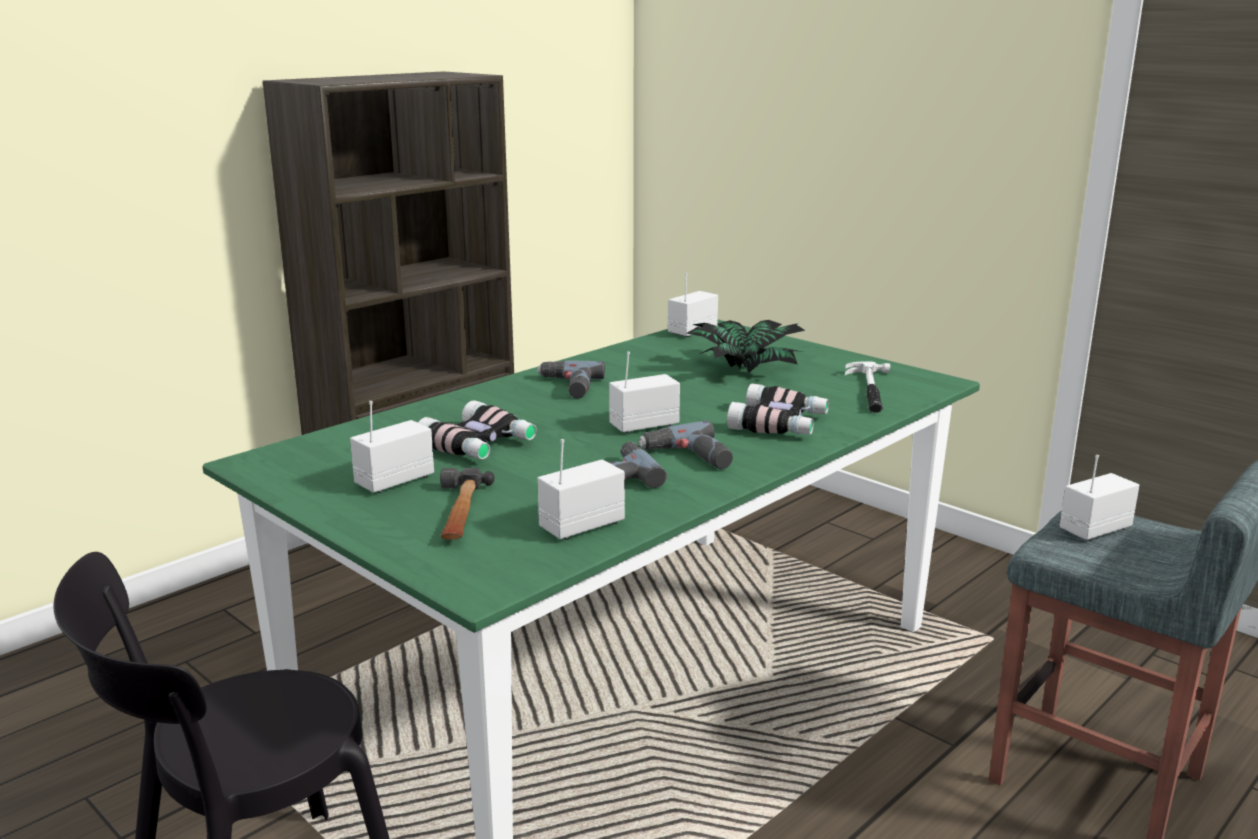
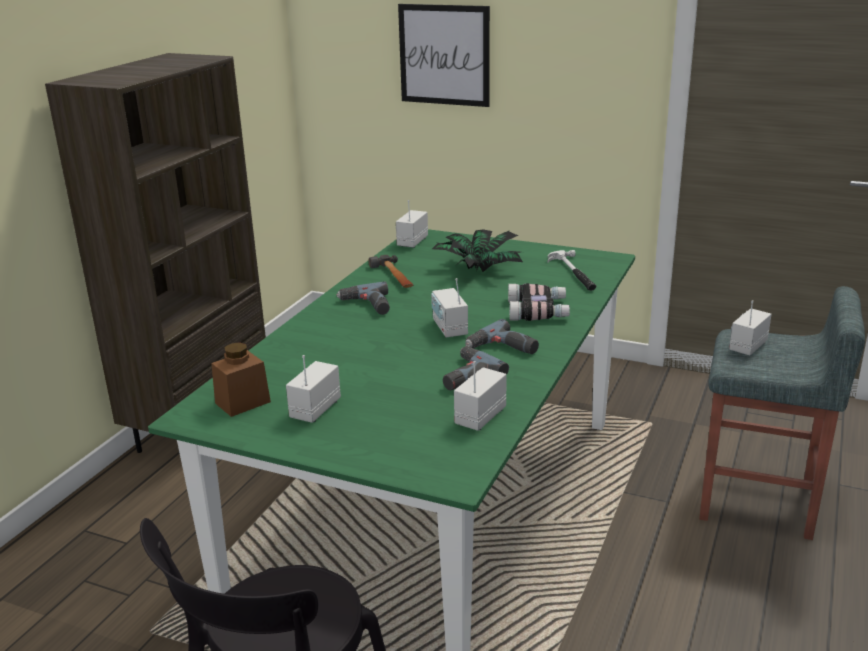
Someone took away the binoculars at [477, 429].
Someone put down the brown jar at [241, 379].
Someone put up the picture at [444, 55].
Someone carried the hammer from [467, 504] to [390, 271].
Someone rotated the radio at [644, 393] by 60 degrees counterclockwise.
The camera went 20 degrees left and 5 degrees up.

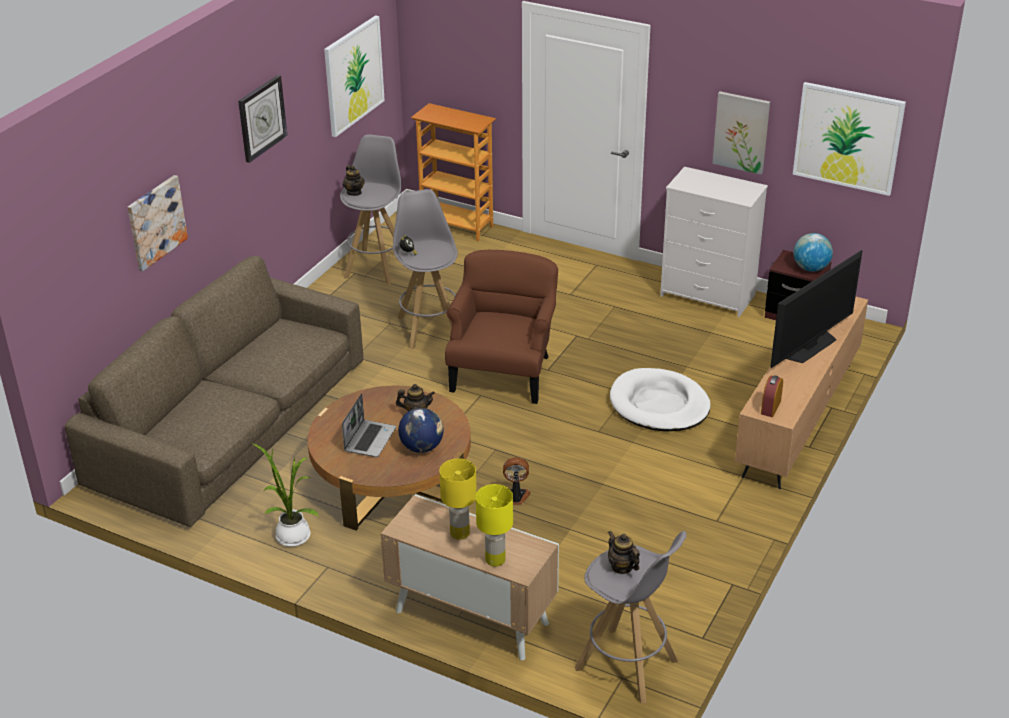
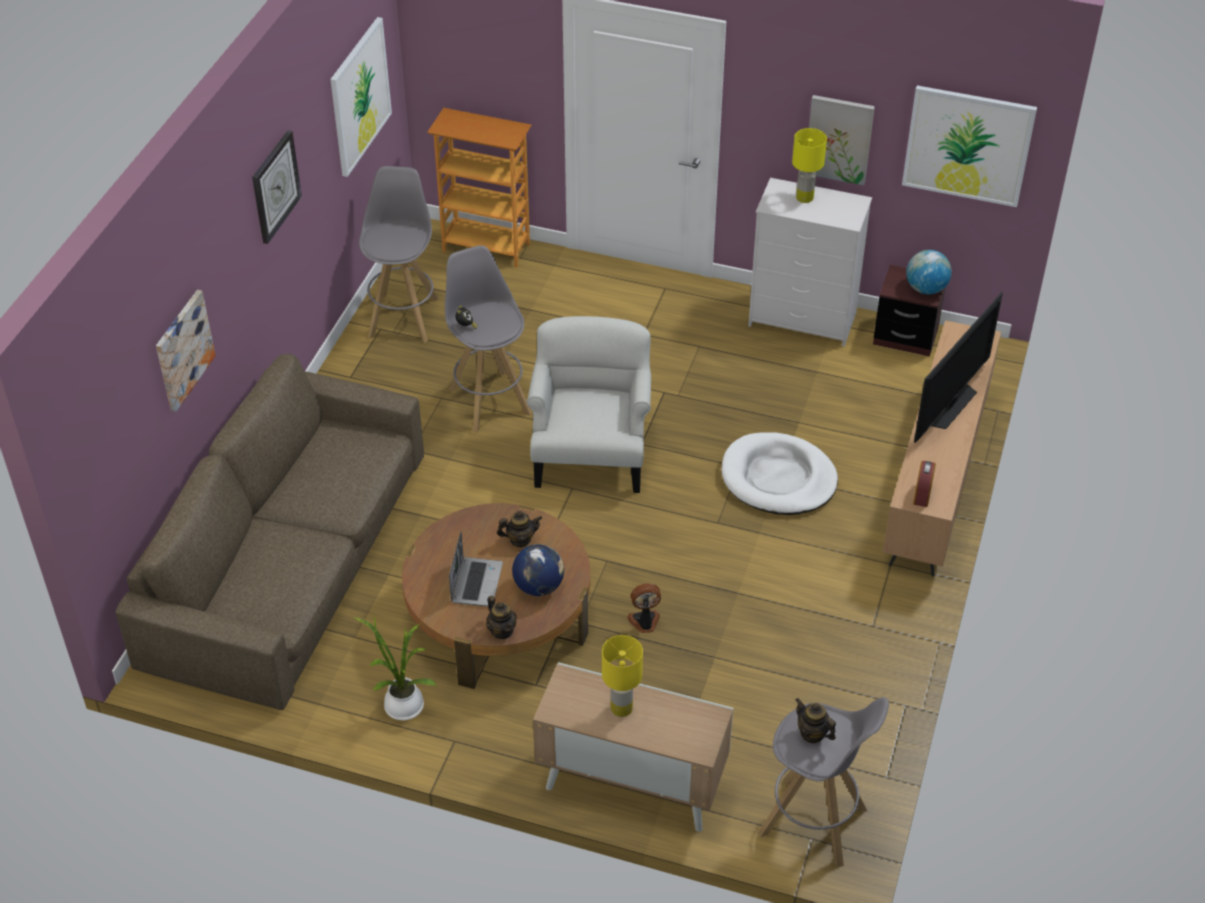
Someone carried the teapot from [354, 180] to [501, 617].
Someone carried the yellow table lamp from [494, 525] to [809, 165].
Someone repainted the brown armchair at [501, 327], which became the white armchair at [589, 404].
The camera went 10 degrees left and 10 degrees up.

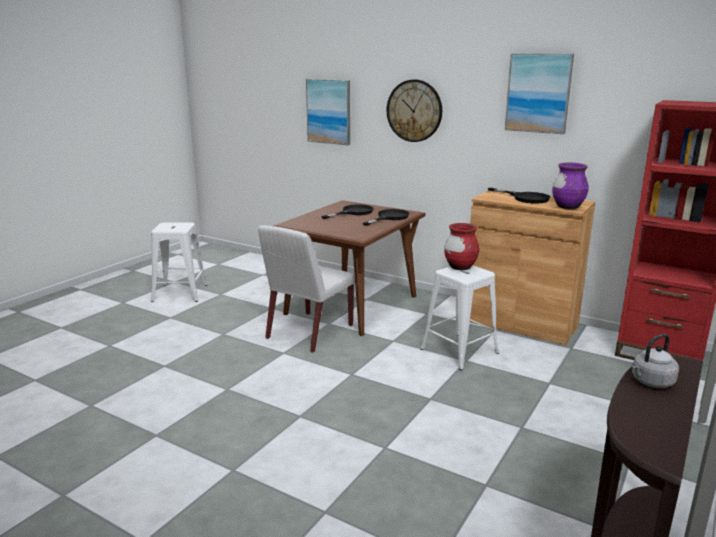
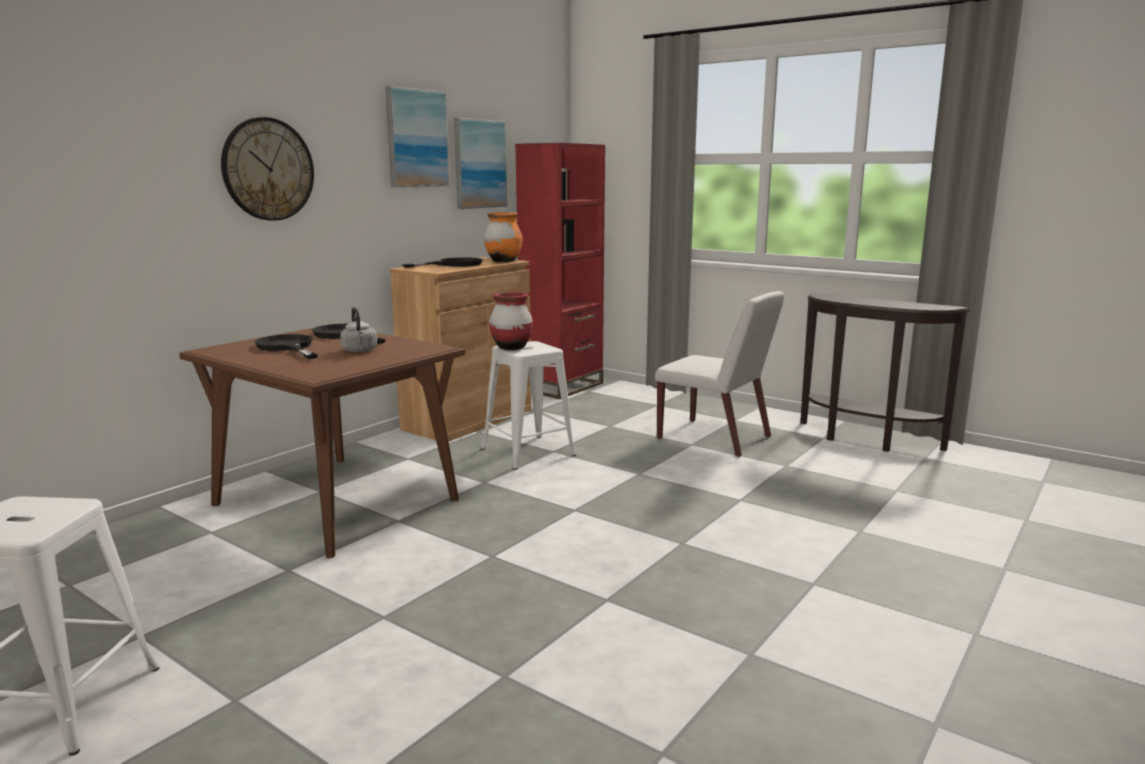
Someone carried the white chair from [306, 289] to [719, 374].
Someone carried the picture from [328, 112] to [481, 163].
Someone carried the grey kettle from [655, 361] to [358, 329].
Someone repainted the purple vase at [570, 186], which became the orange vase at [503, 237].
The camera went 85 degrees left and 5 degrees down.

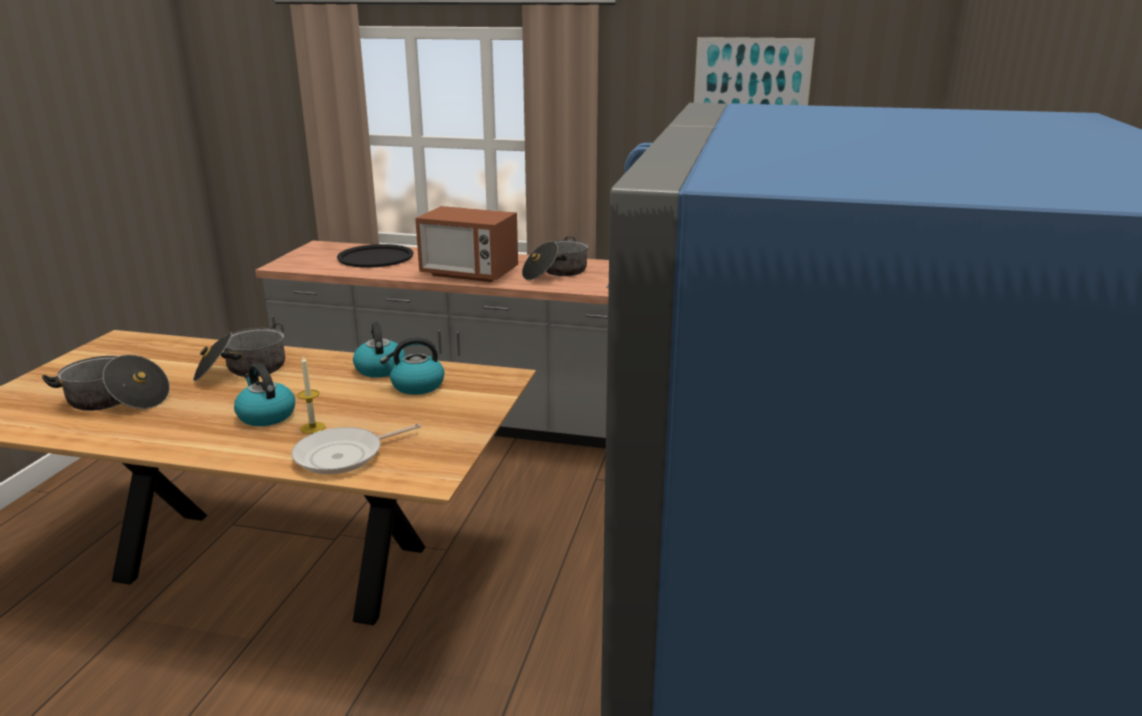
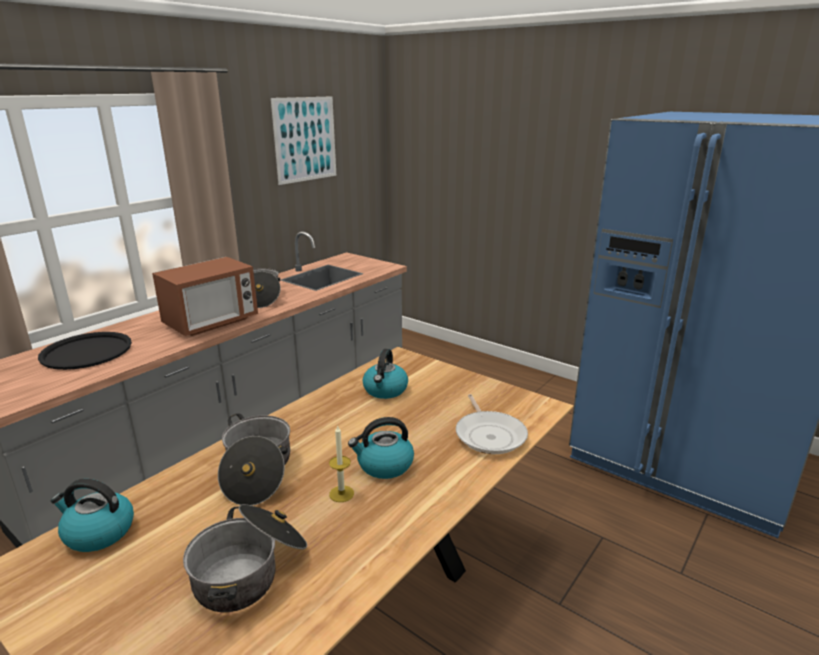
Someone carried the candle from [311, 395] to [341, 463].
Someone carried the kettle from [379, 350] to [92, 515].
The camera went 65 degrees left and 0 degrees up.

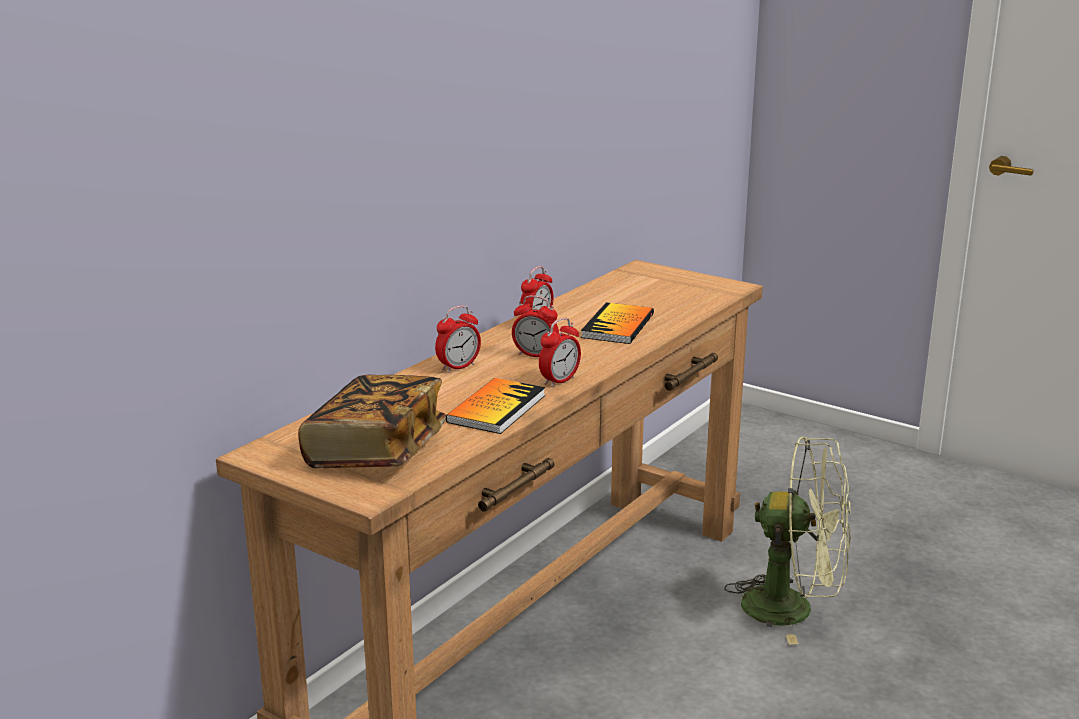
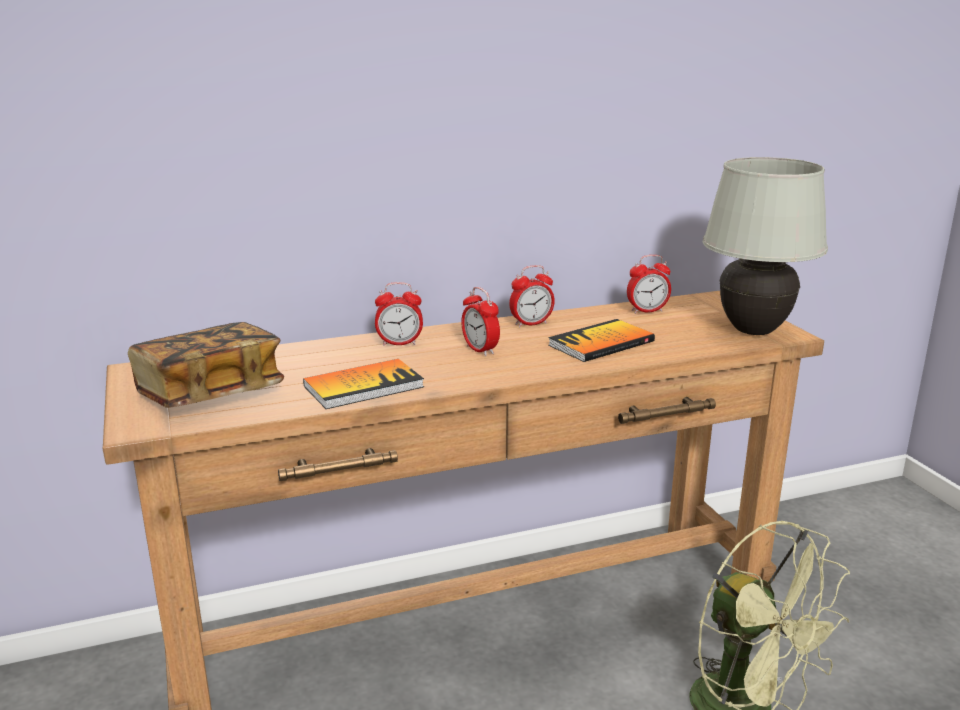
Someone put down the white table lamp at [765, 246].
Someone carried the alarm clock from [560, 352] to [649, 284].
The camera went 35 degrees right and 0 degrees up.

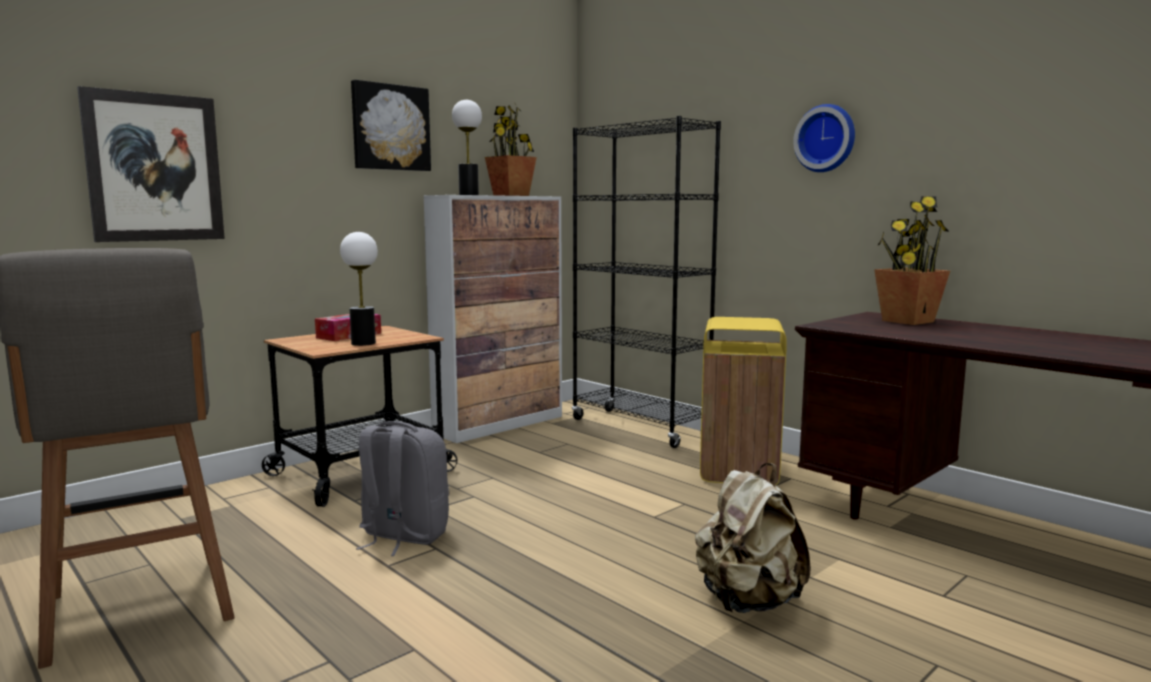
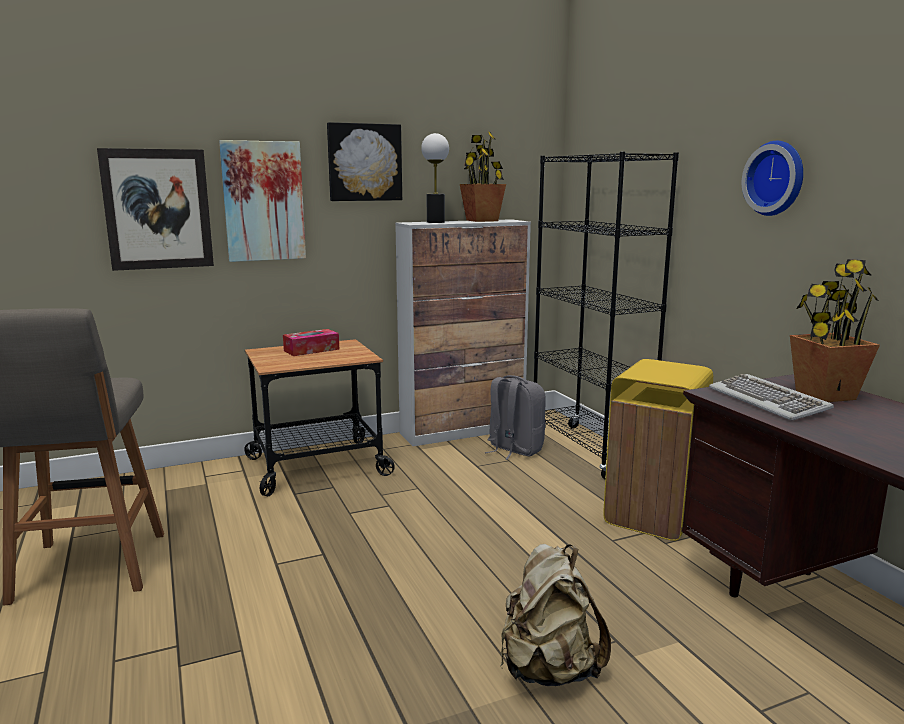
Someone took away the table lamp at [359, 289].
Someone put up the picture at [262, 201].
Someone put down the keyboard at [771, 397].
Someone carried the grey backpack from [402, 488] to [515, 417].
The camera went 20 degrees right and 5 degrees up.

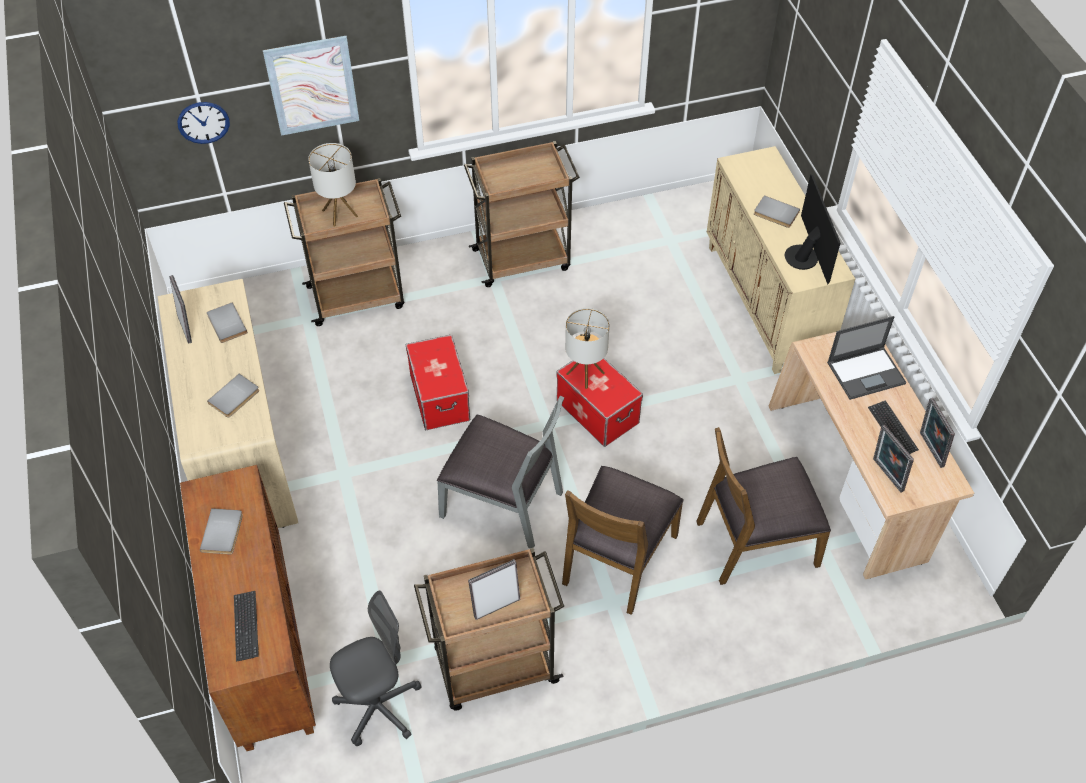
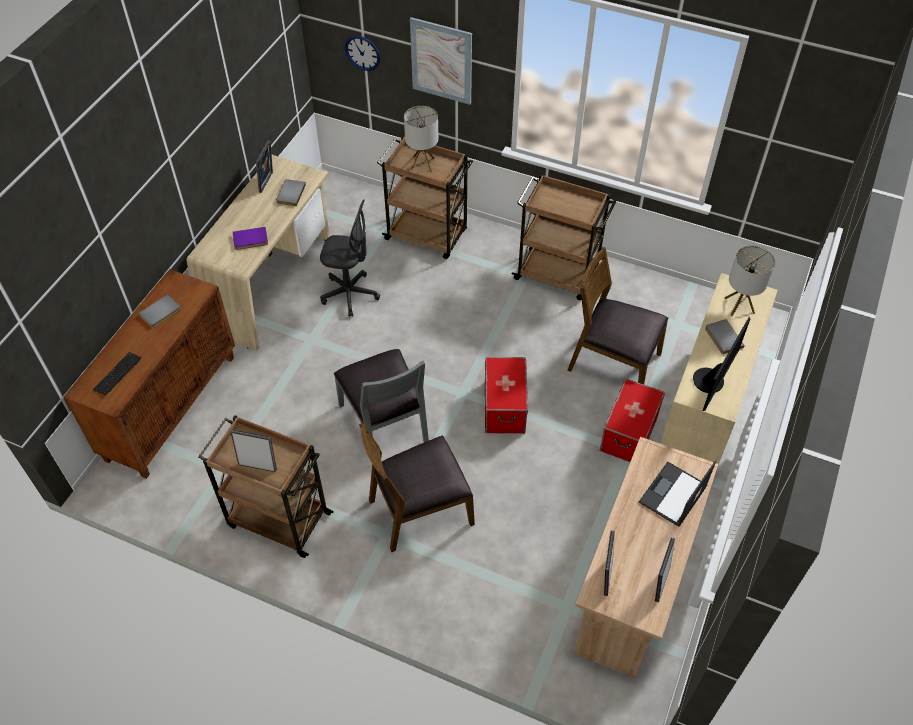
Someone took away the keyboard at [893, 427].
Someone carried the grey office chair from [376, 668] to [350, 258].
Someone carried the storage box from [438, 382] to [632, 420].
Someone carried the table lamp from [587, 348] to [749, 280].
Someone carried the brown chair from [763, 506] to [618, 315].
Someone repainted the grey book at [233, 396], which became the purple book at [250, 238].
Someone rotated the laptop at [866, 358] by 105 degrees clockwise.
The camera went 40 degrees right and 0 degrees up.

